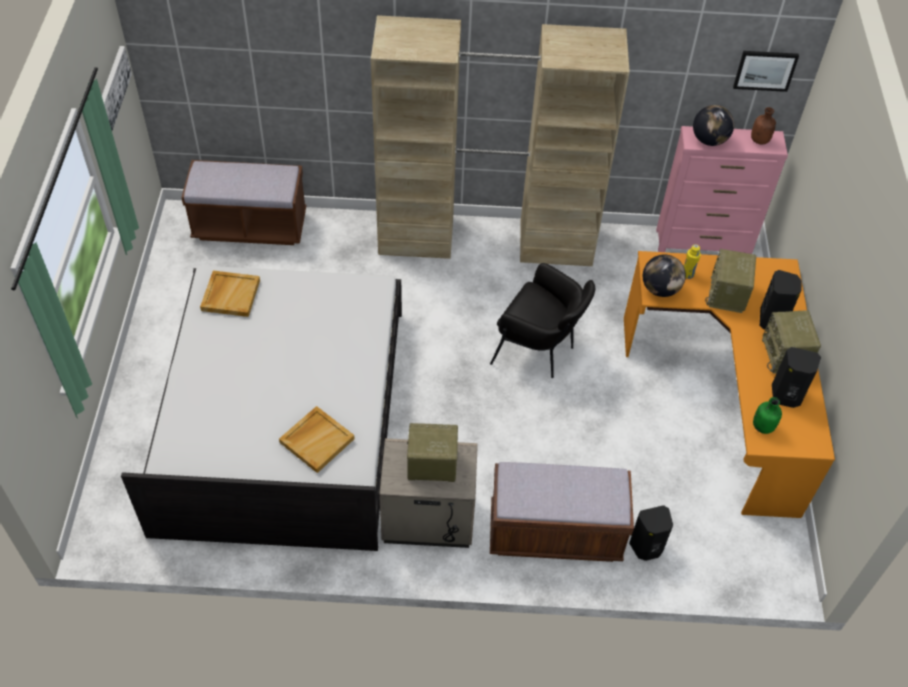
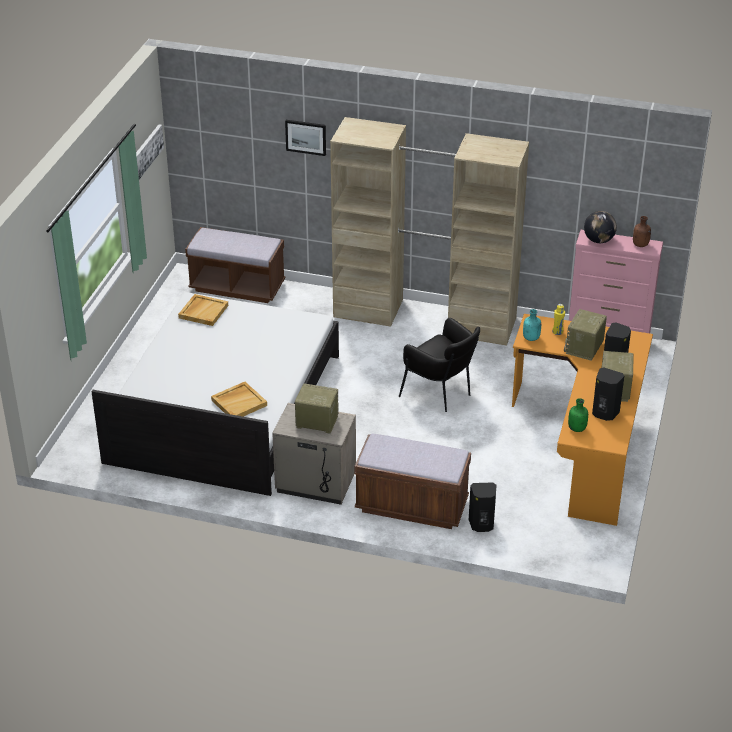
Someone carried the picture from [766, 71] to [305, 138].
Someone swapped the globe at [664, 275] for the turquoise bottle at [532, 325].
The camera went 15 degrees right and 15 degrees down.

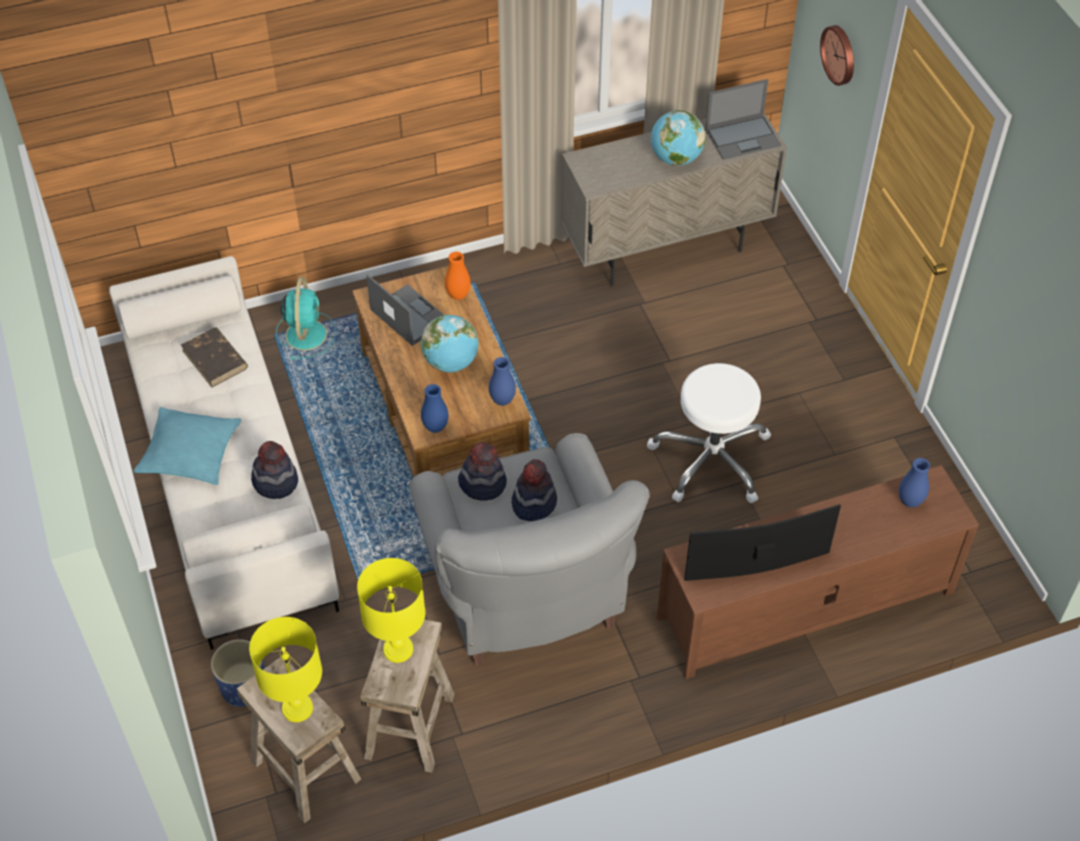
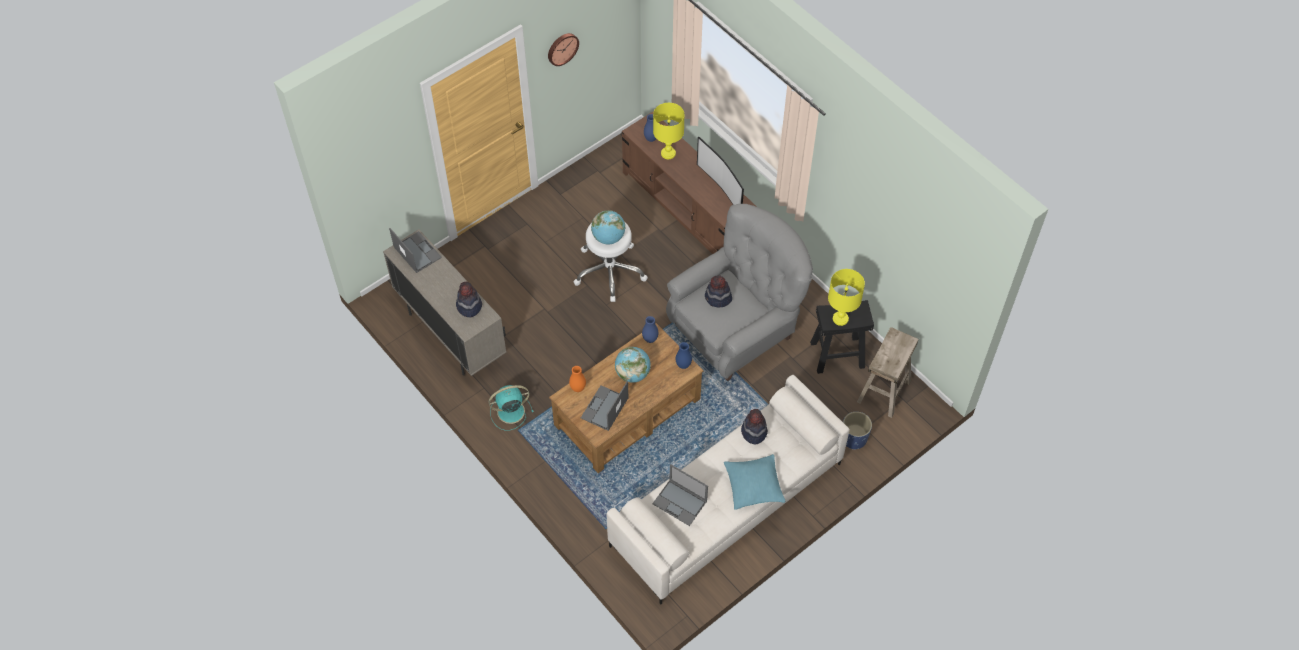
Someone carried the yellow table lamp from [285, 669] to [668, 131].
Someone carried the turquoise fan from [306, 318] to [511, 408].
Someone carried the hat from [482, 471] to [469, 300].
Someone carried the globe from [678, 138] to [608, 227].
Someone carried the wall clock from [837, 55] to [563, 49].
Someone swapped the brown book at [214, 357] for the laptop at [680, 495].
Someone repainted the beige stool at [407, 692], which became the black stool at [842, 337].
The camera went 110 degrees left and 5 degrees up.

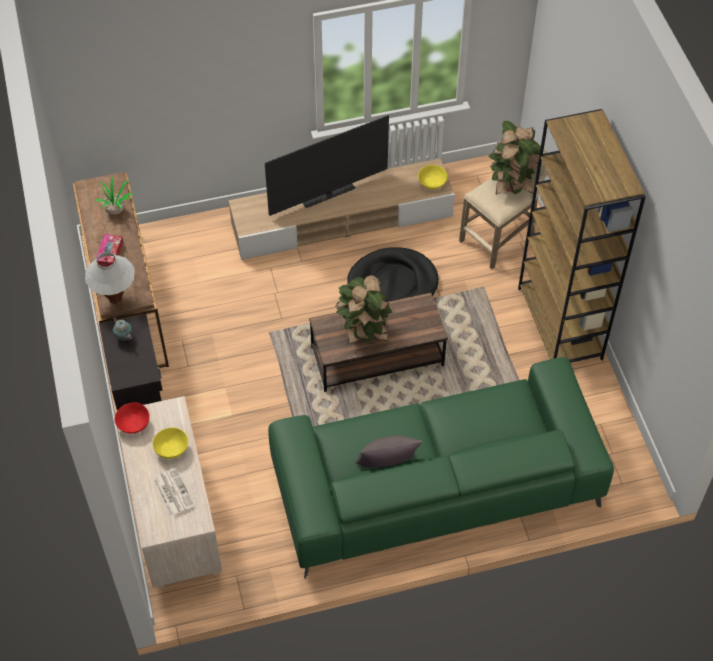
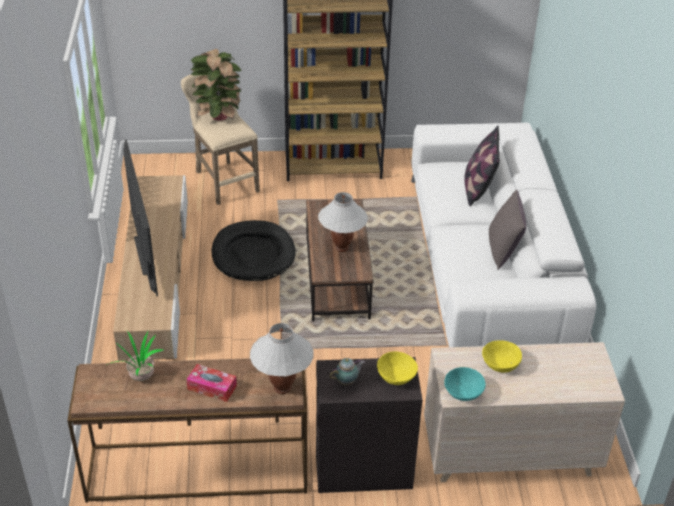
Someone took away the newspaper at [174, 492].
Someone put down the pillow at [482, 166].
Someone carried the yellow bowl from [432, 177] to [397, 368].
Someone swapped the potted plant at [364, 309] for the white table lamp at [343, 222].
Someone repainted the red bowl at [132, 418], which became the turquoise bowl at [465, 384].
Someone repainted the green sofa at [441, 468], which became the white sofa at [503, 235].
The camera went 80 degrees left and 15 degrees down.

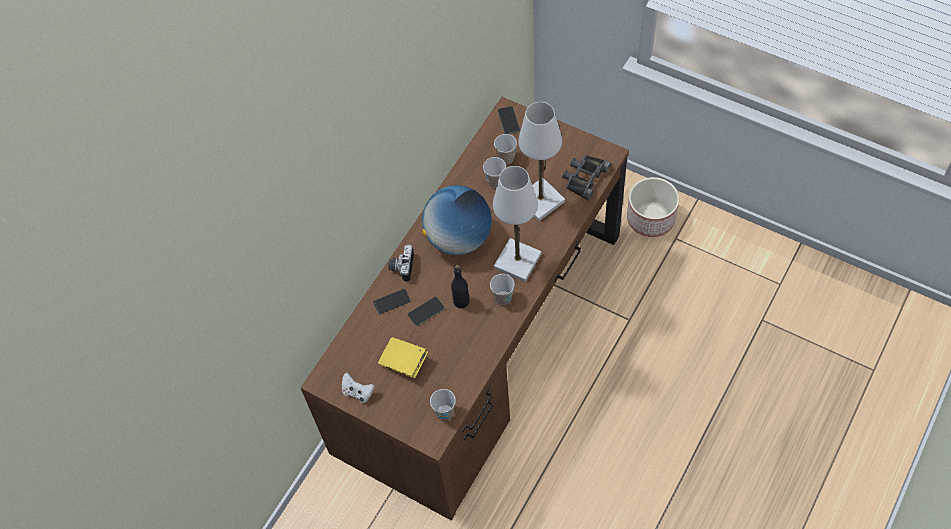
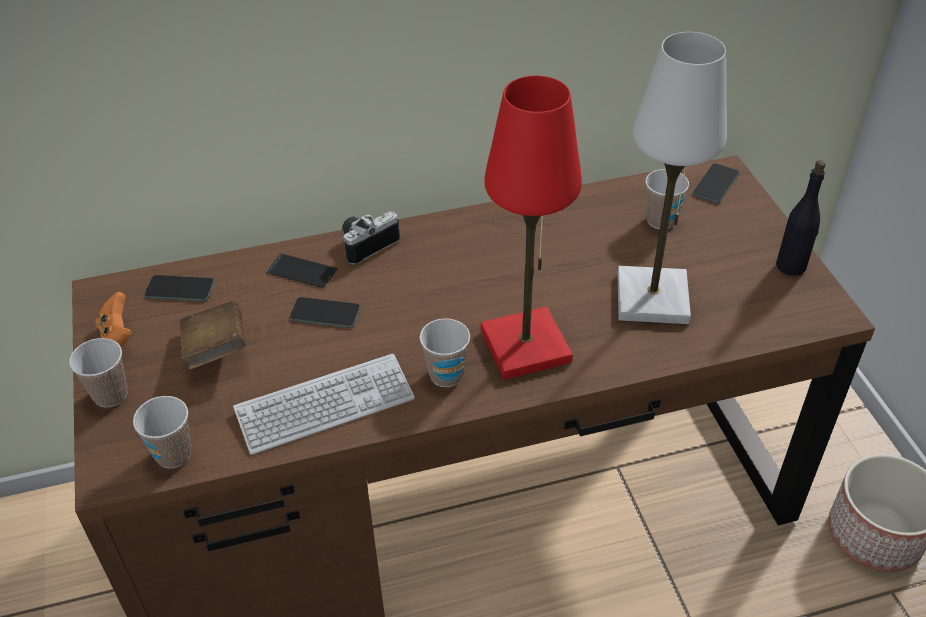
Someone took away the globe at [457, 220].
Someone took away the black binoculars at [586, 177].
Someone put down the phone at [179, 288].
Someone put down the keyboard at [324, 404].
Someone carried the black bottle from [460, 286] to [801, 218].
Someone carried the cup from [494, 172] to [98, 373].
Someone repainted the white game controller at [358, 388], which became the orange game controller at [113, 320].
Someone repainted the yellow book at [403, 357], which became the brown book at [212, 335].
Someone repainted the white table lamp at [517, 224], which became the red table lamp at [531, 227].
The camera went 40 degrees right and 15 degrees down.

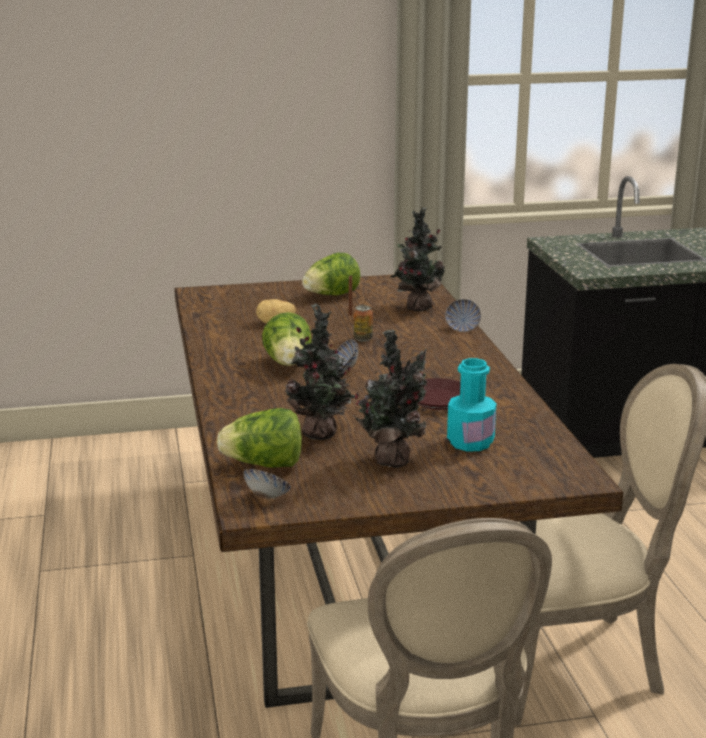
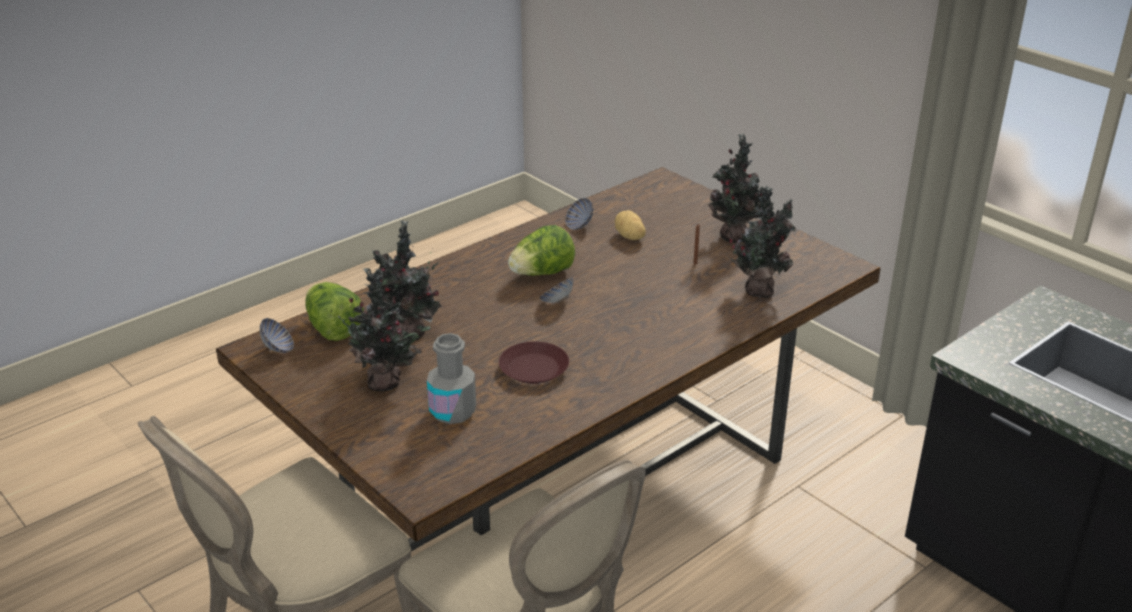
Someone took away the can at [363, 323].
Someone carried the bowl from [463, 315] to [579, 214].
Someone swapped the lettuce at [331, 274] for the potted plant at [735, 188].
Someone repainted the turquoise bottle at [471, 404], which became the grey bottle at [451, 378].
The camera went 60 degrees right and 10 degrees up.

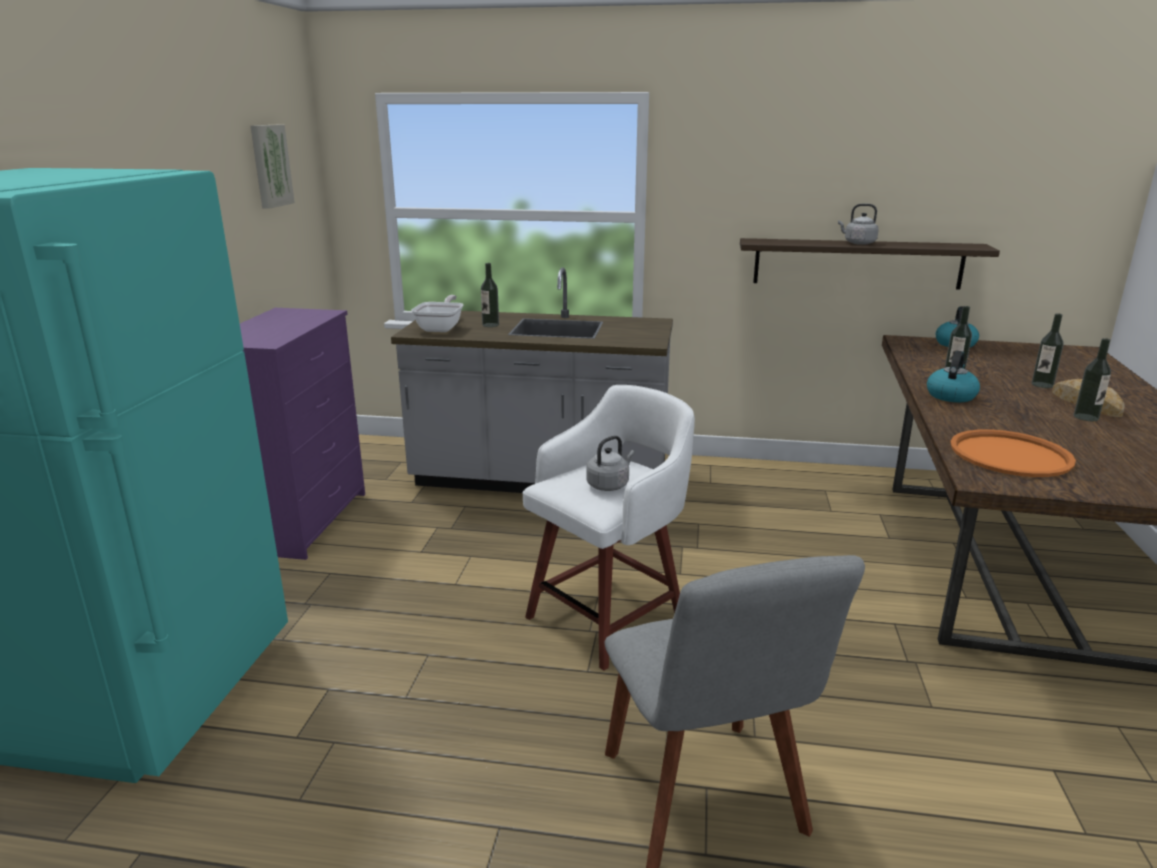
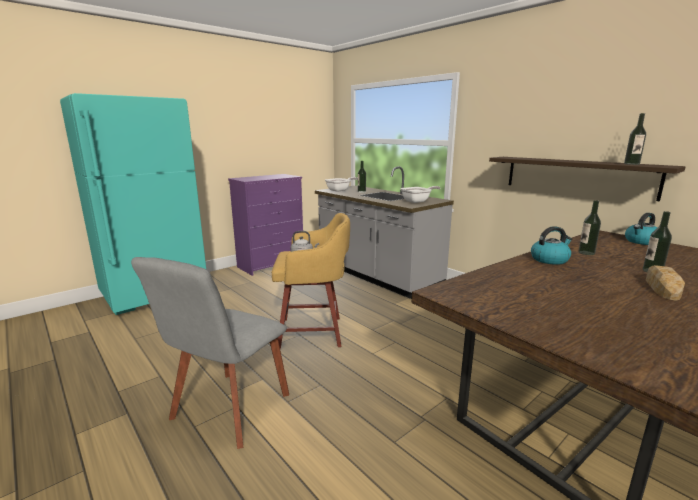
Someone took away the picture at [272, 167].
Someone took away the grey kettle at [858, 224].
Someone took away the orange tray at [1013, 453].
Someone put down the frying pan at [420, 194].
Someone carried the bottle from [1092, 379] to [635, 139].
Someone repainted the white stool at [609, 528], which became the yellow stool at [311, 281].
The camera went 40 degrees right and 5 degrees down.

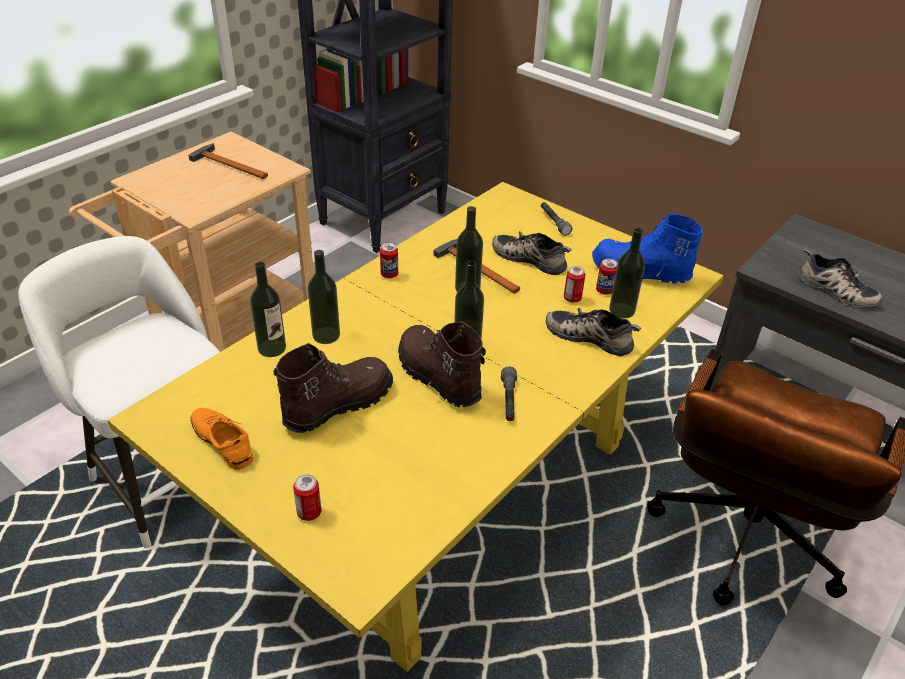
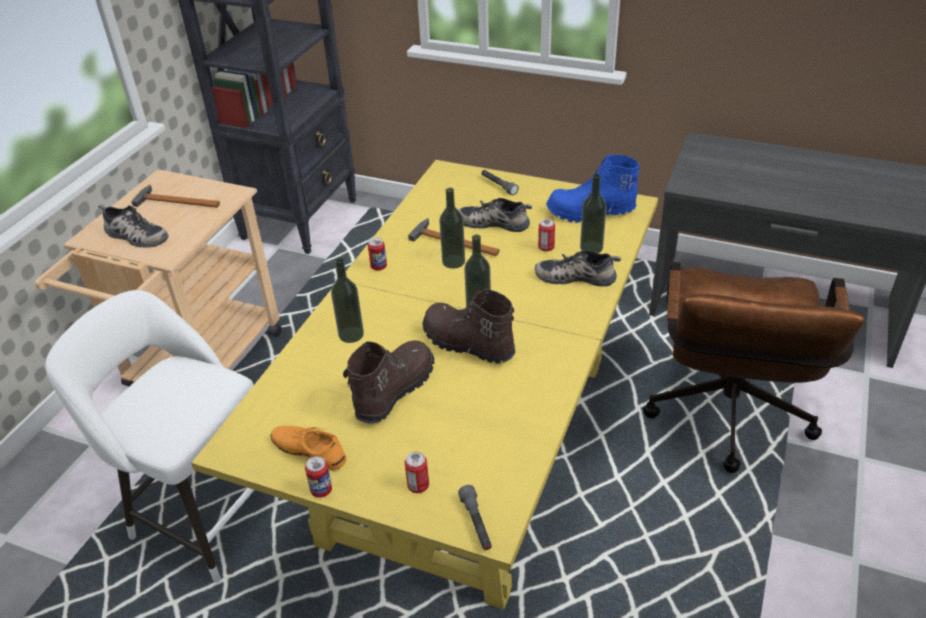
Someone took away the bottle at [268, 309].
Someone carried the grey flashlight from [509, 394] to [475, 517].
Someone carried the can from [607, 277] to [318, 477].
Someone carried the shoe from [840, 279] to [133, 226].
The camera went 15 degrees left and 0 degrees up.

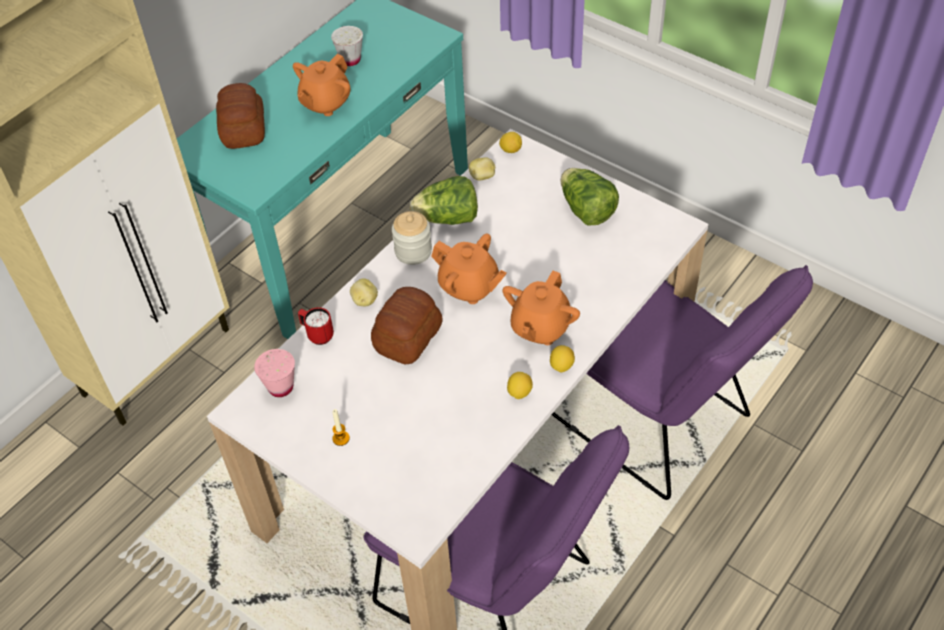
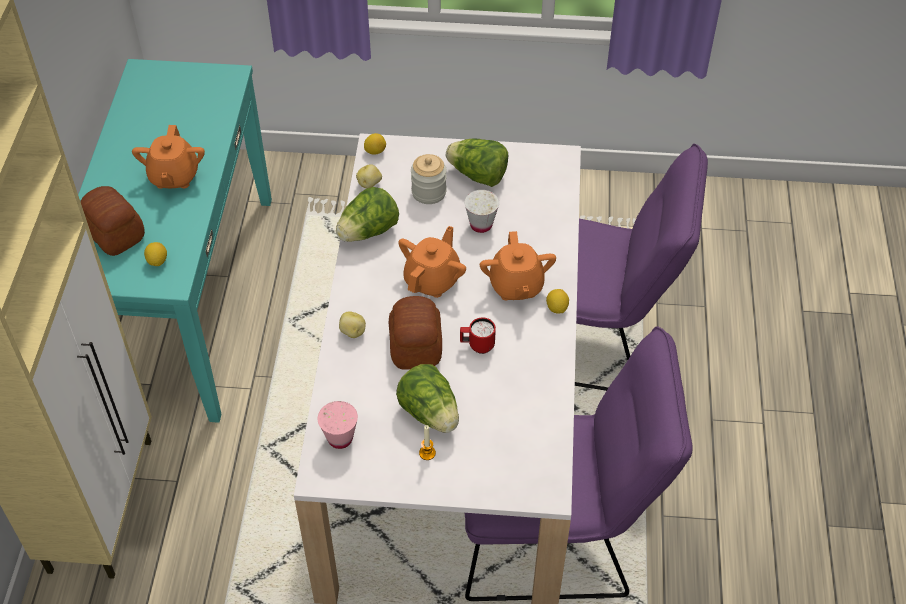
Someone put down the lettuce at [427, 398].
Someone carried the red mug from [316, 326] to [478, 335].
Someone carried the white cup from [347, 46] to [481, 211].
Someone carried the jar from [412, 238] to [429, 179].
Someone carried the lemon from [520, 385] to [155, 254].
Someone rotated the orange teapot at [469, 268] by 60 degrees counterclockwise.
The camera went 35 degrees left and 0 degrees up.

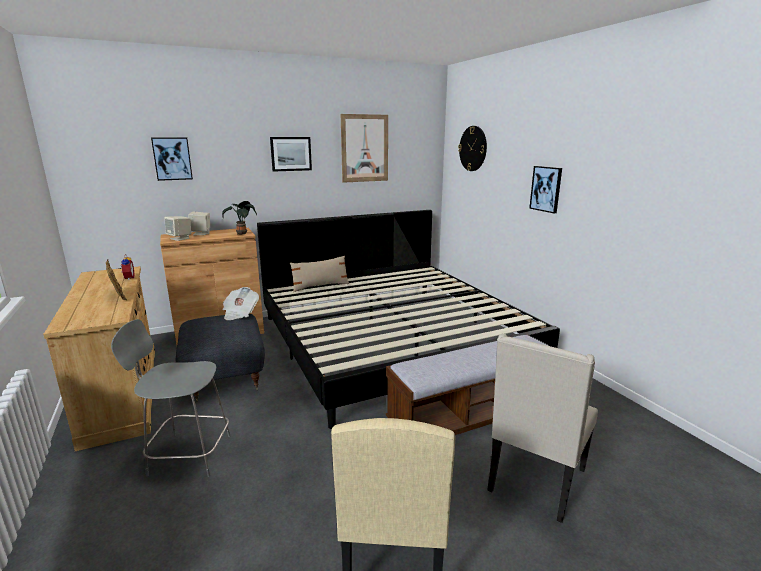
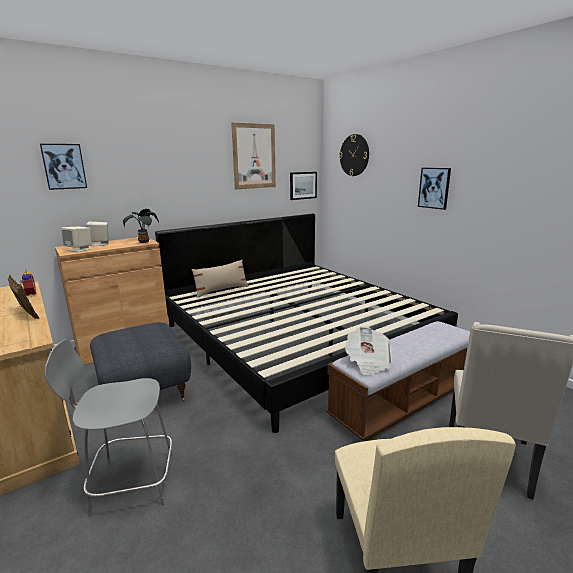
Someone carried the newspaper from [240, 303] to [368, 351].
Someone carried the picture from [291, 154] to [303, 186].
The camera went 10 degrees left and 0 degrees up.

